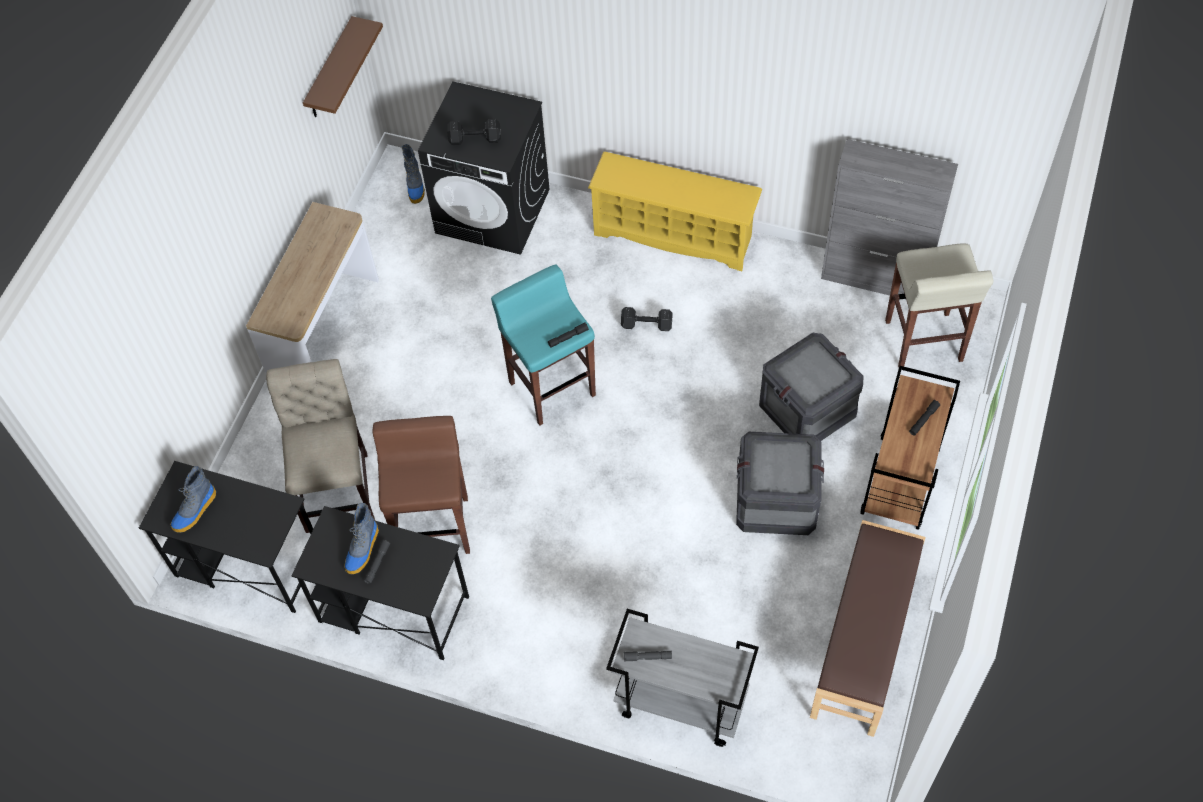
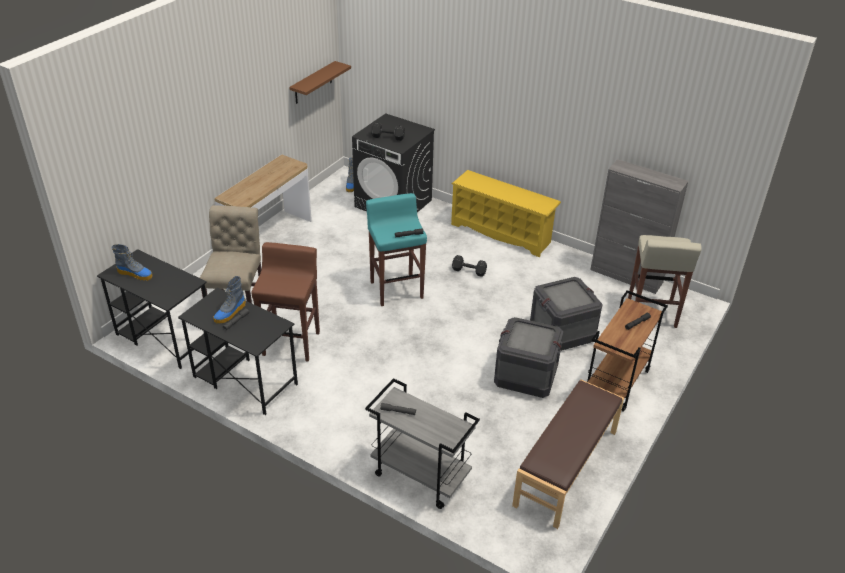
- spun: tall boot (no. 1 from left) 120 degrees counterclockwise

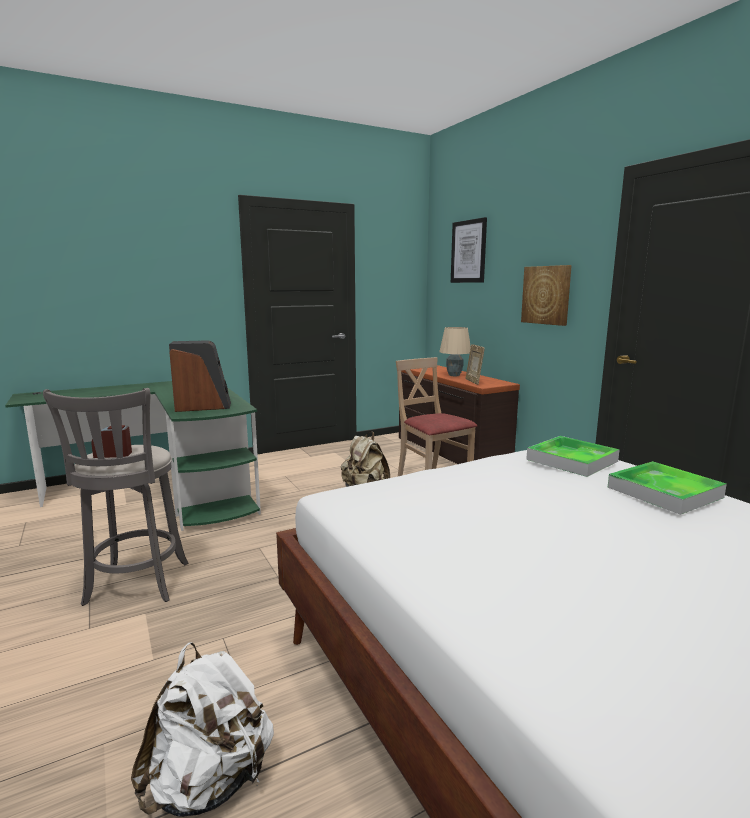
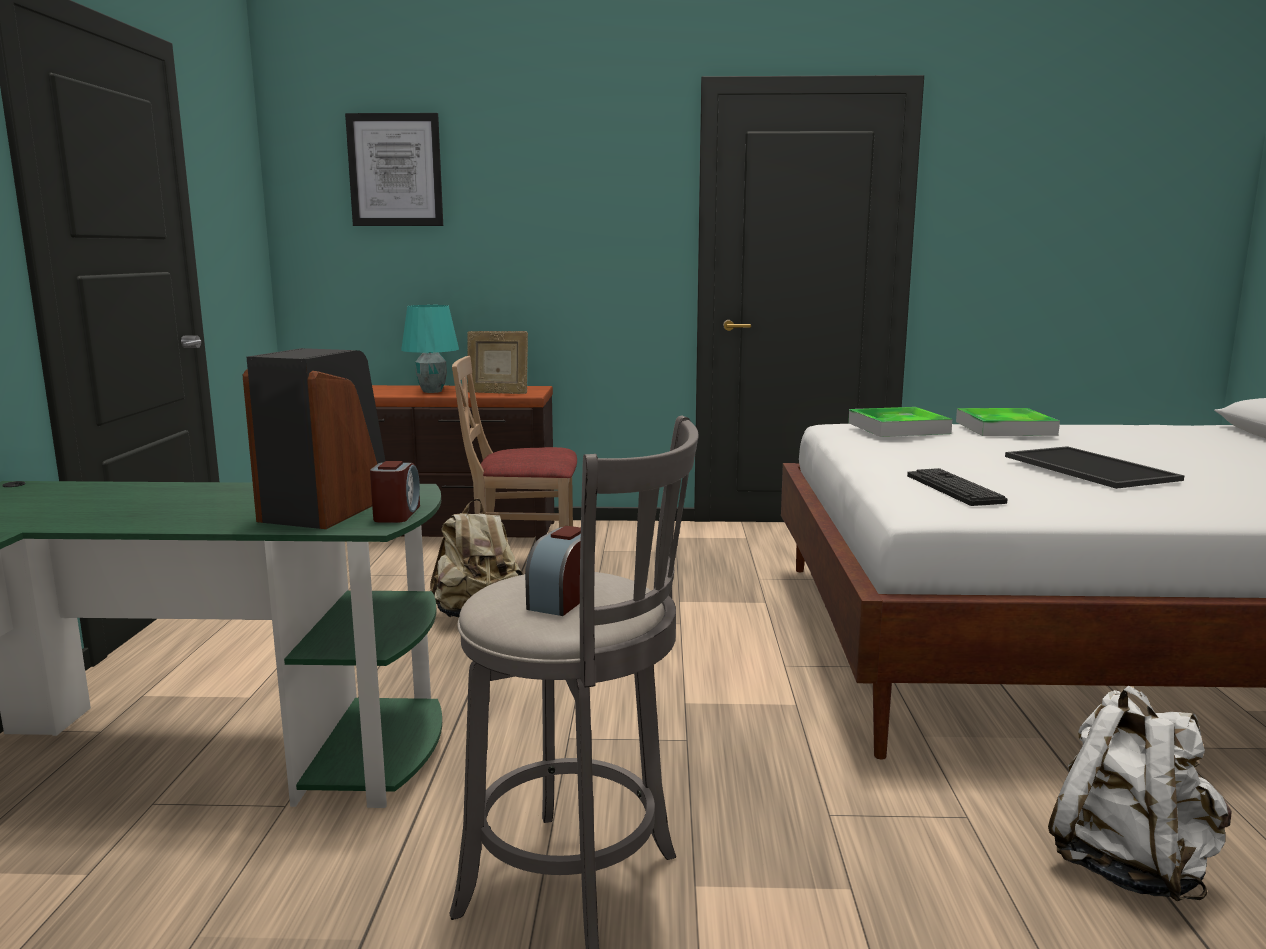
- appeared: alarm clock (no. 1 from left)
- colour: table lamp in beige-coloured to table lamp in turquoise
- appeared: computer keyboard
- appeared: serving tray (no. 3 from left)
- missing: wall picture (no. 2 from left)

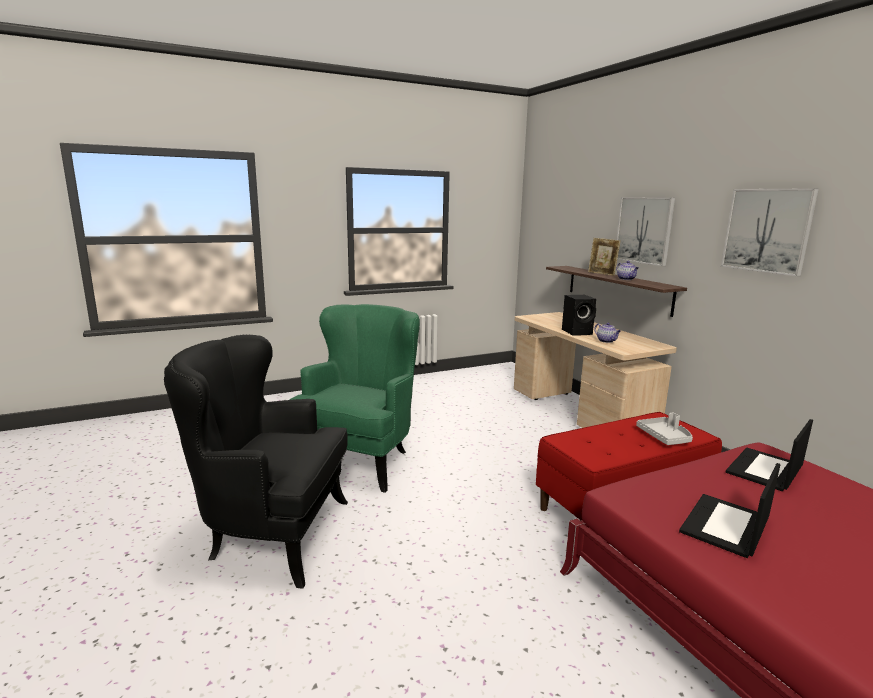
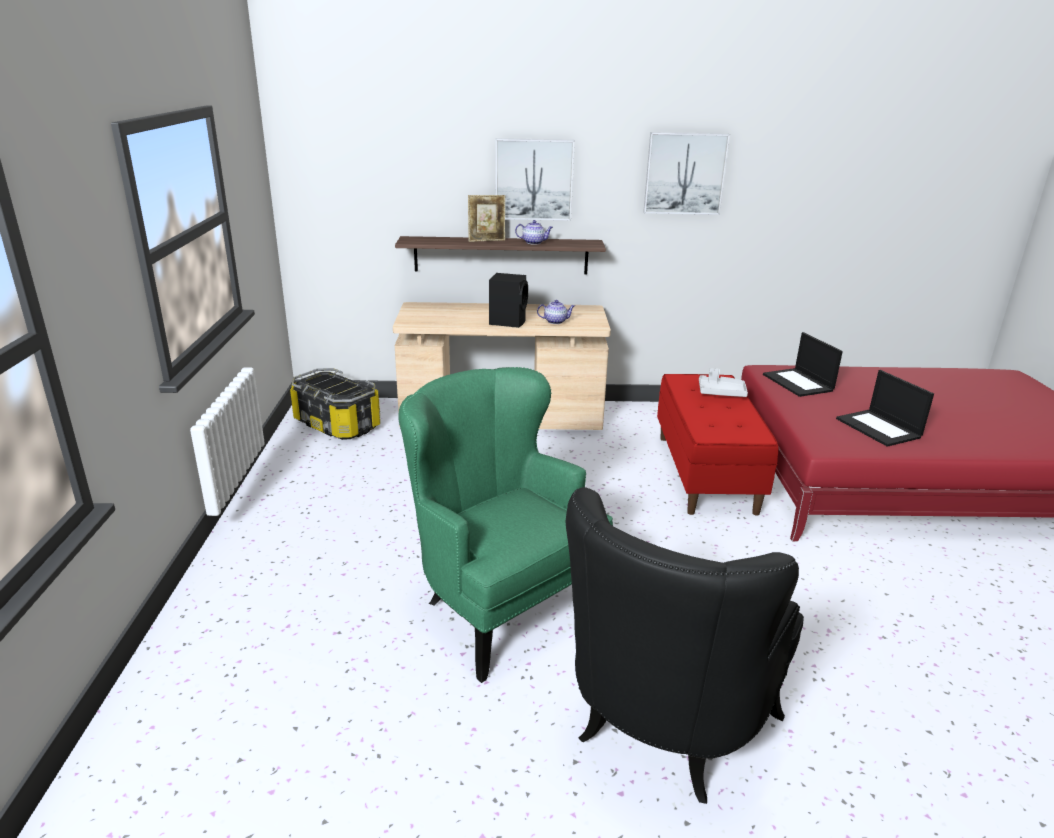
- appeared: storage bin

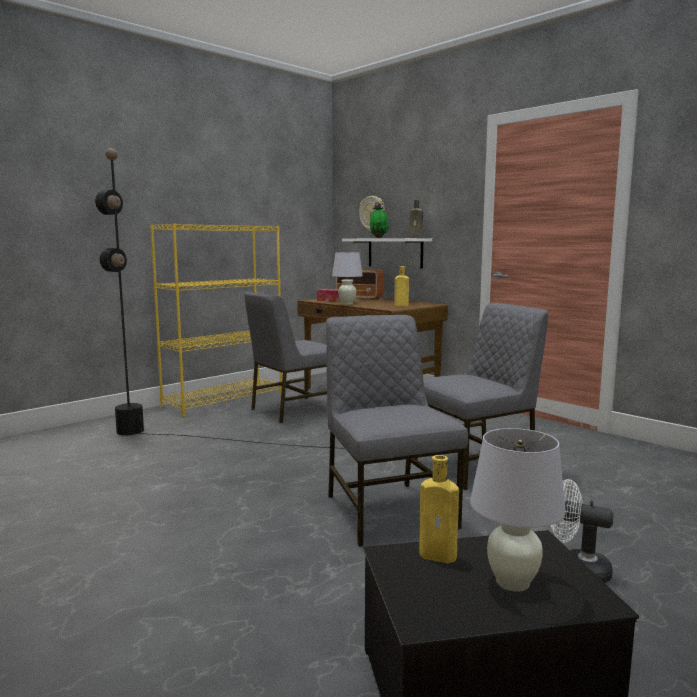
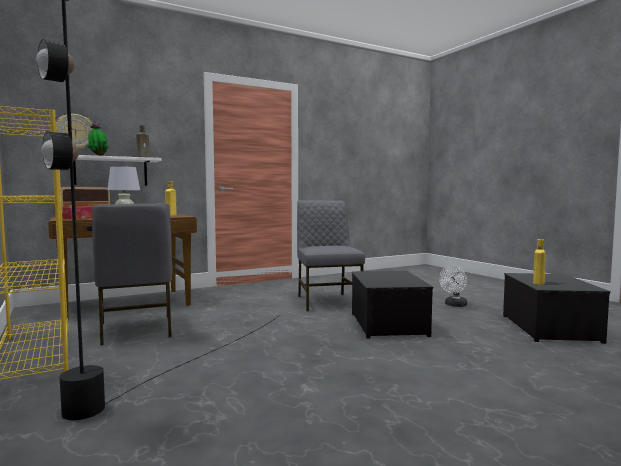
- exchanged: plain chair in grey (no. 2 from left) to storage bin (no. 1 from left)
- missing: table lamp in white-coloured (no. 2 from left)

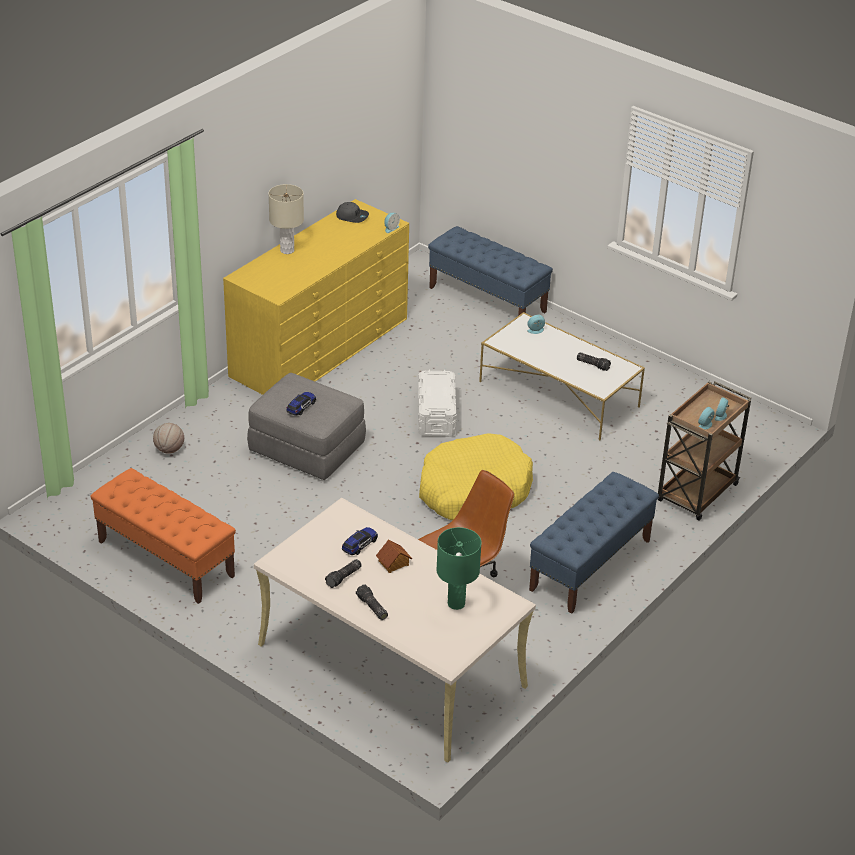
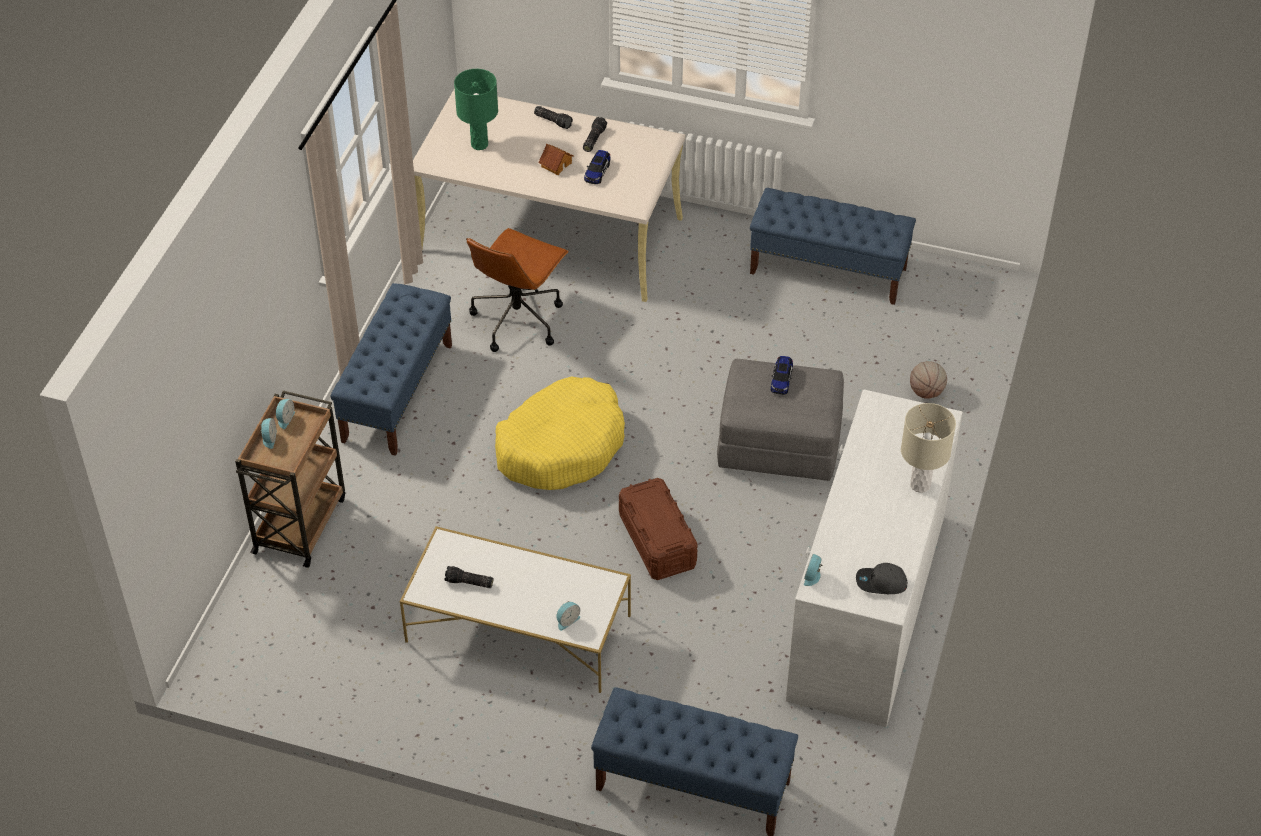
- colour: storage bin in white-coloured to storage bin in brown
- colour: indoor bench in orange-coloured to indoor bench in bluish (no. 3 from left)
- colour: dresser in yellowish to dresser in white-coloured

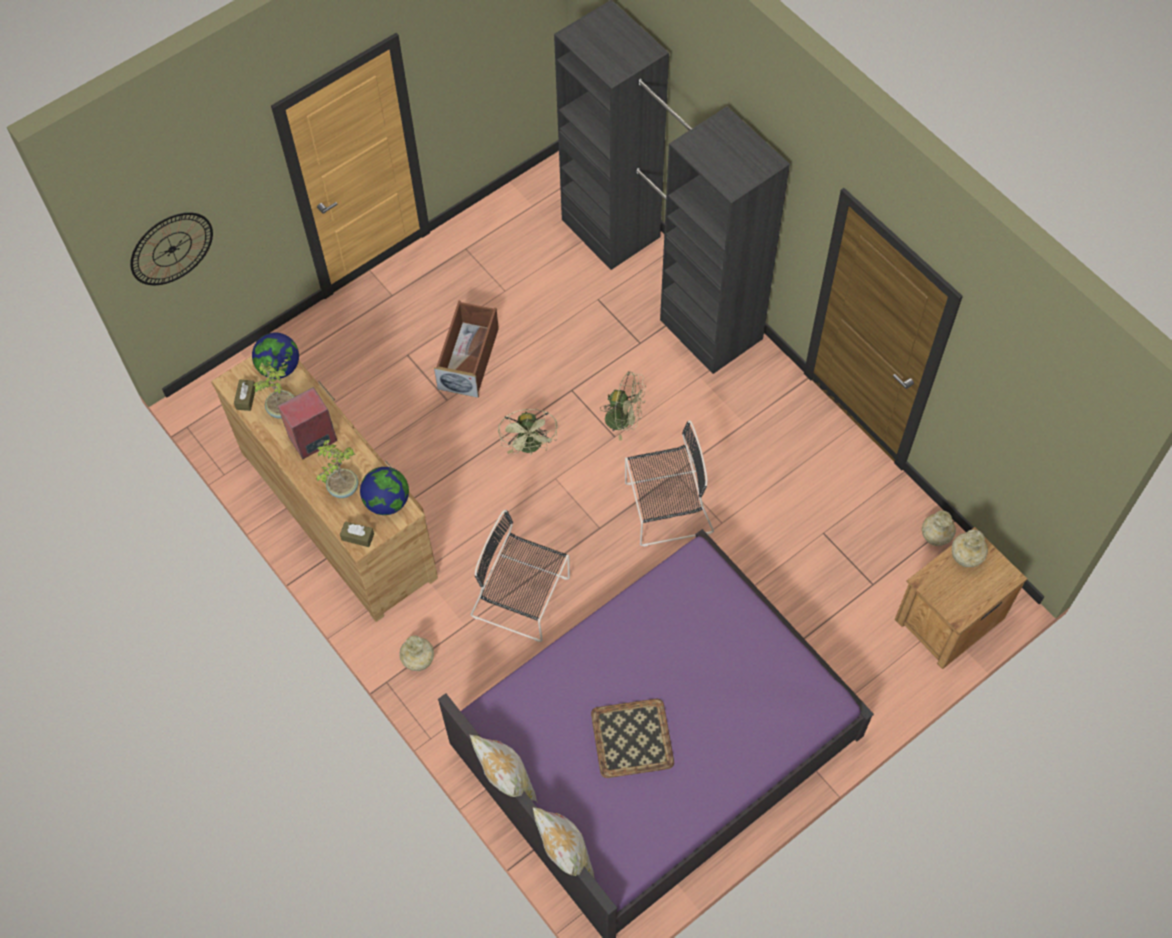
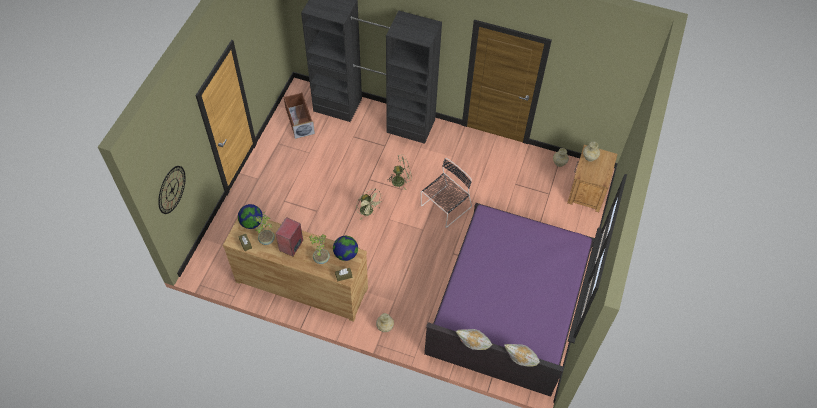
- relocated: storage bin in brown
- missing: plain chair in blackish (no. 1 from left)
- missing: serving tray

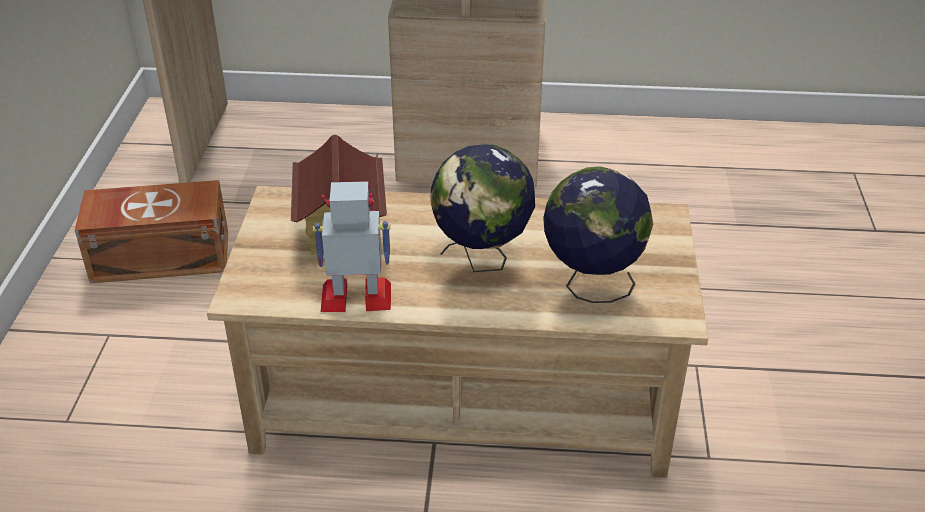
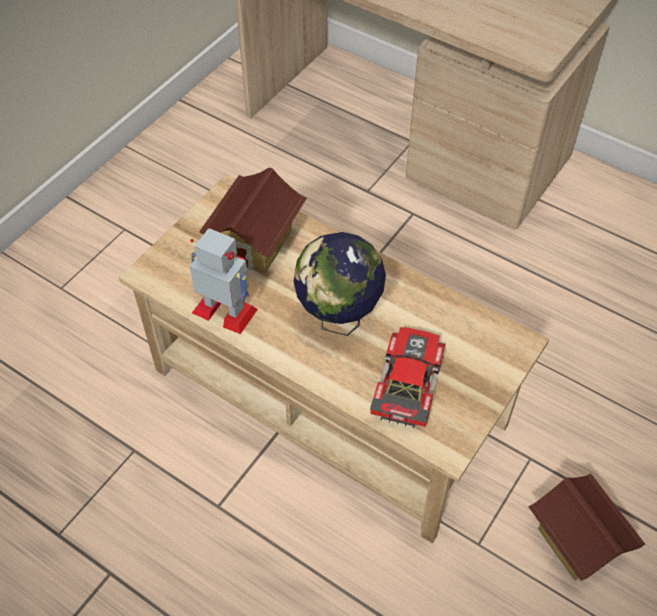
- exchanged: desk globe (no. 2 from left) to toy car
- appeared: miniature house (no. 2 from left)
- missing: storage bin in brown

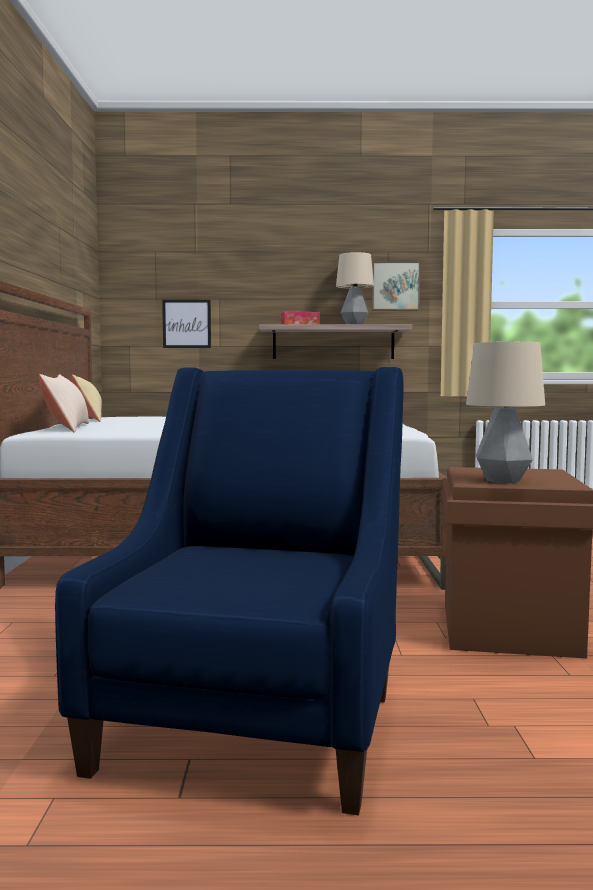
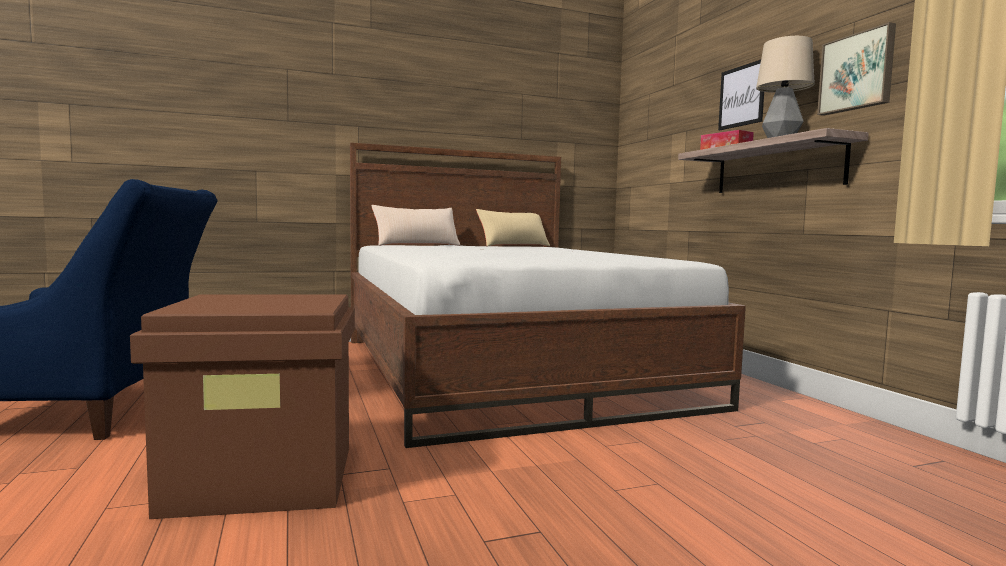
- relocated: wall picture (no. 1 from left)
- missing: table lamp (no. 2 from left)

